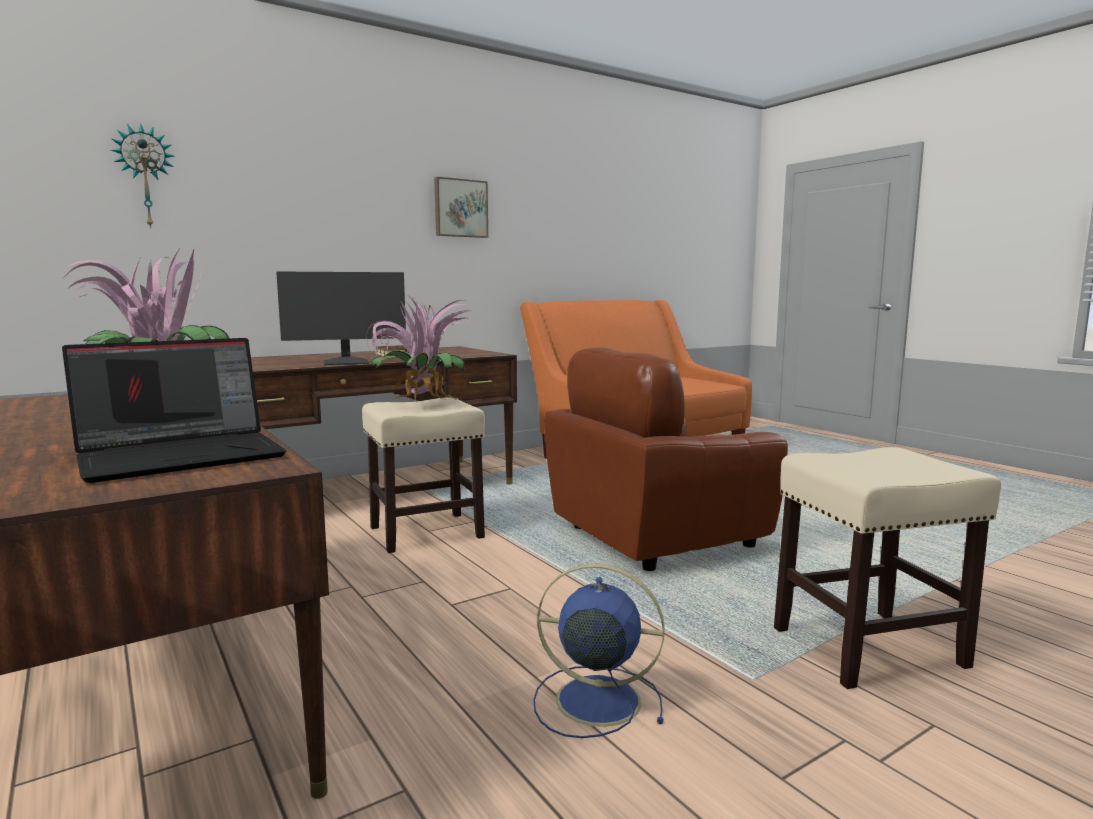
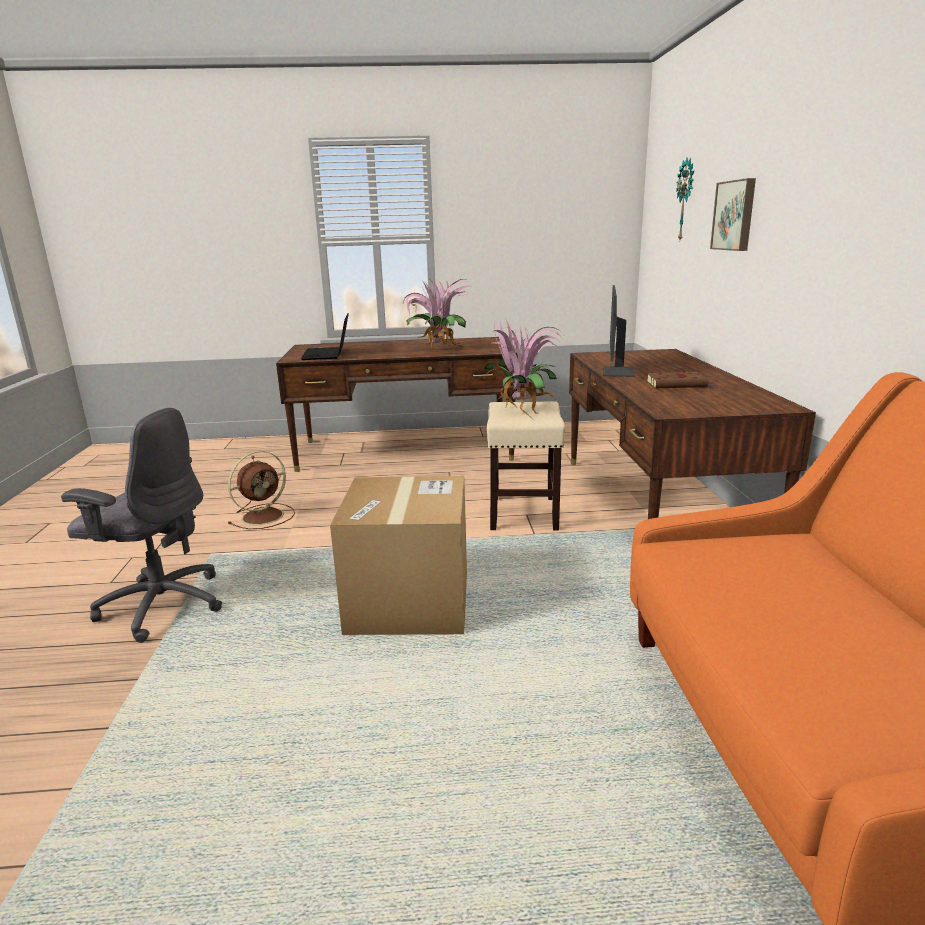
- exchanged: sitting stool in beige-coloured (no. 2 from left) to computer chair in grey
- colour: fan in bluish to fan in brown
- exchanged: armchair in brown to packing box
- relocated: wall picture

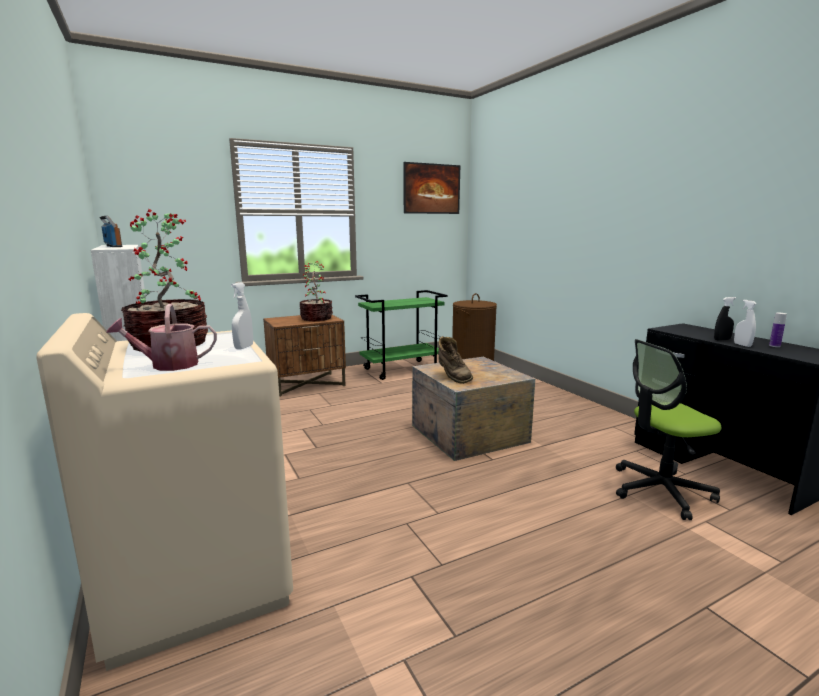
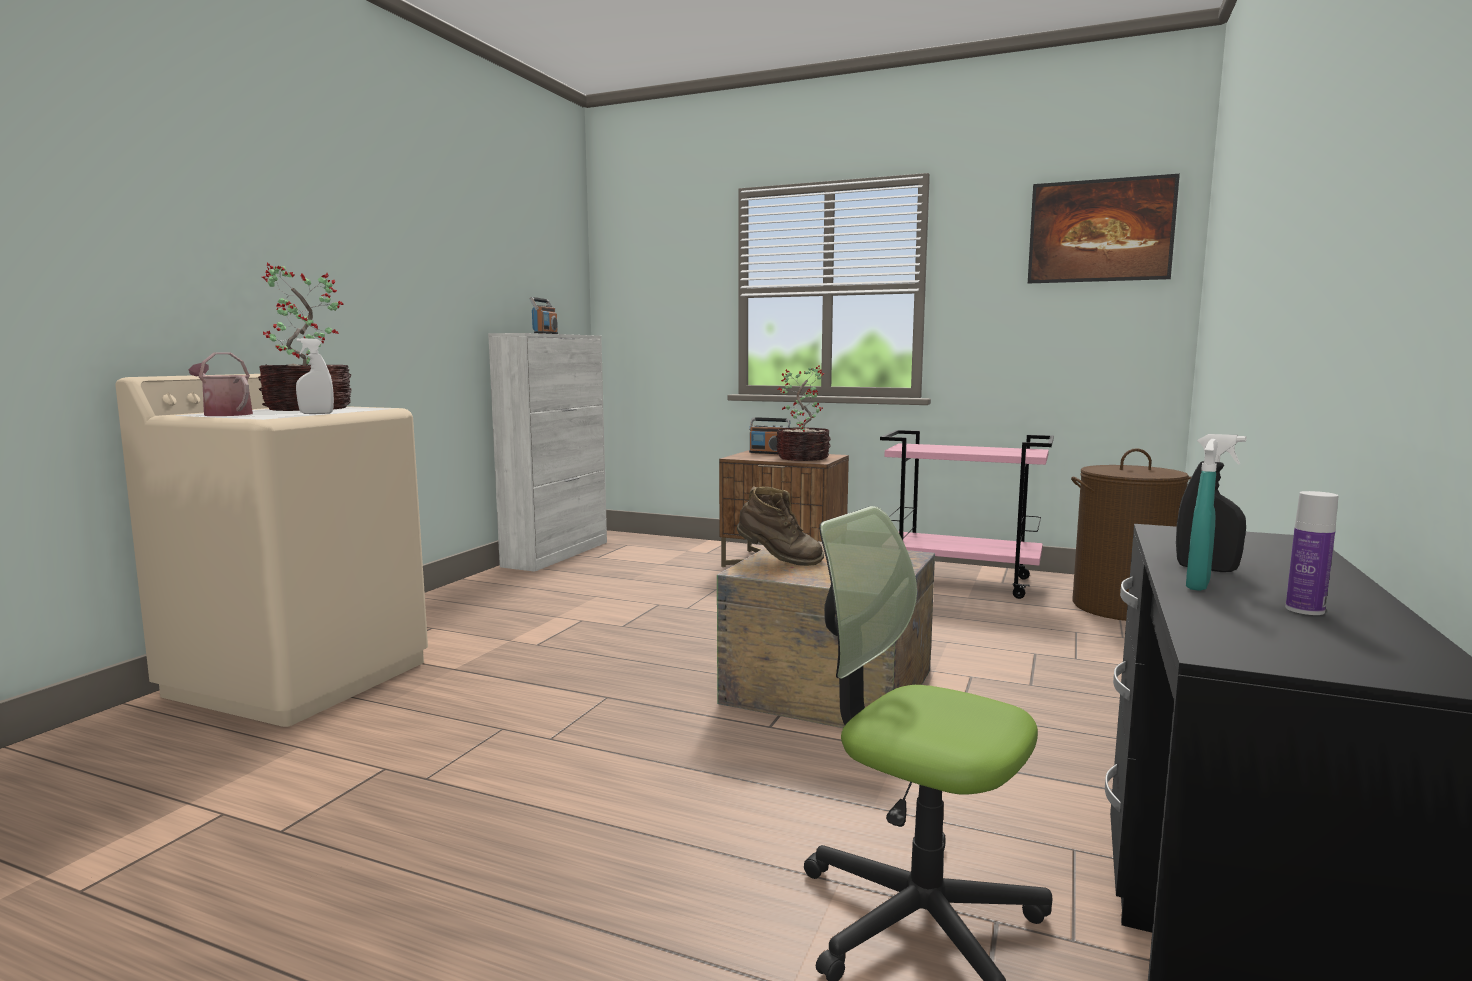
- spun: tall boot in brown 90 degrees counterclockwise
- appeared: radio set (no. 2 from left)
- colour: wheeled cart in greenish to wheeled cart in pink
- colour: hand sprayer in white-coloured (no. 2 from left) to hand sprayer in turquoise

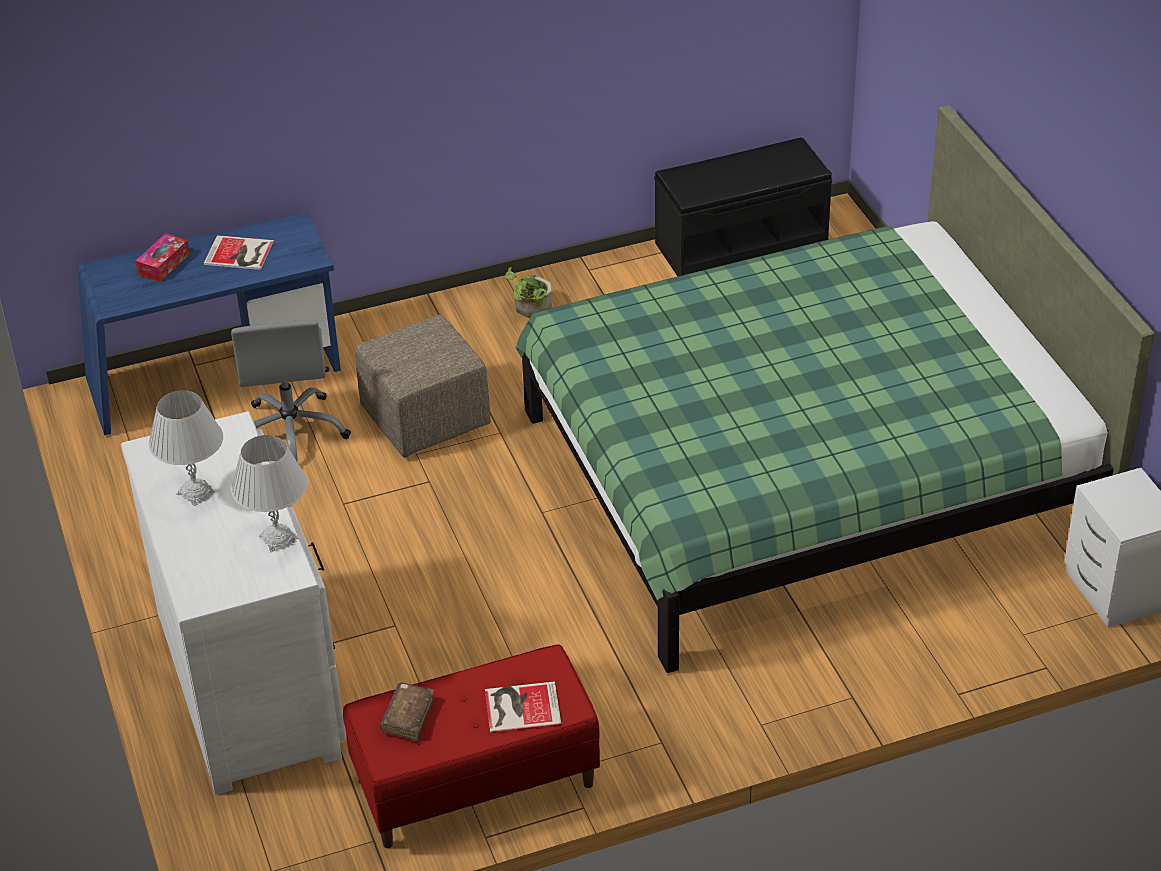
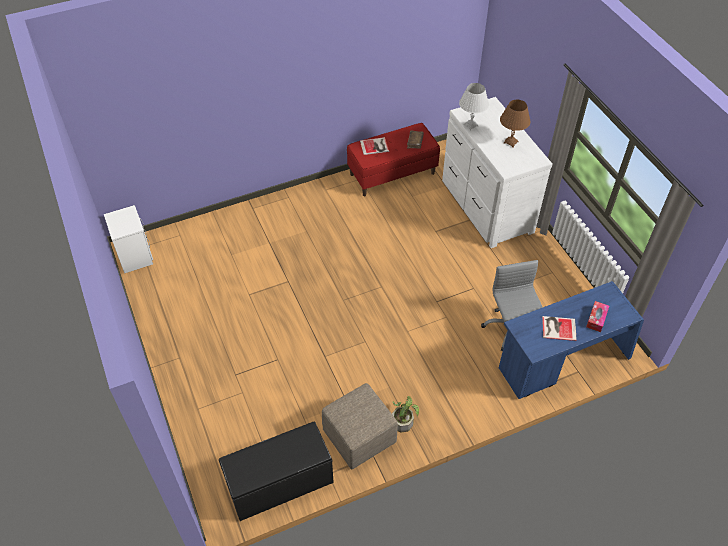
- relocated: footrest in beige-coloured
- colour: table lamp in white-coloured (no. 1 from left) to table lamp in brown
- missing: bedroom bed in greenish

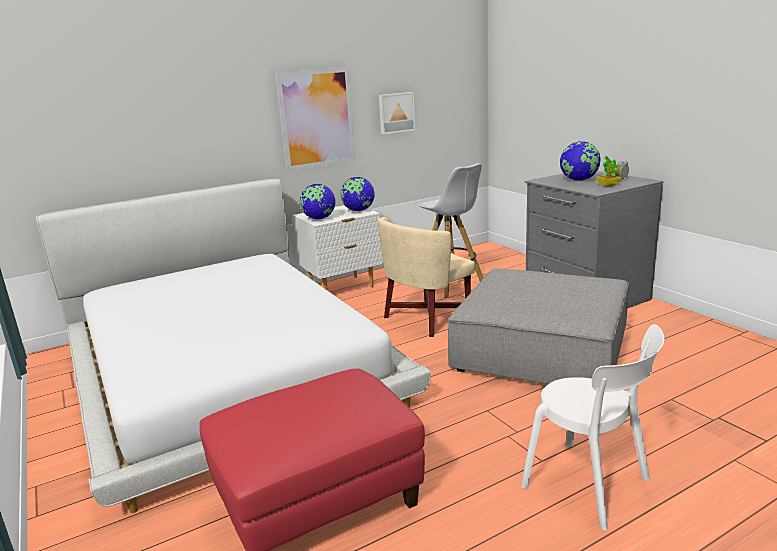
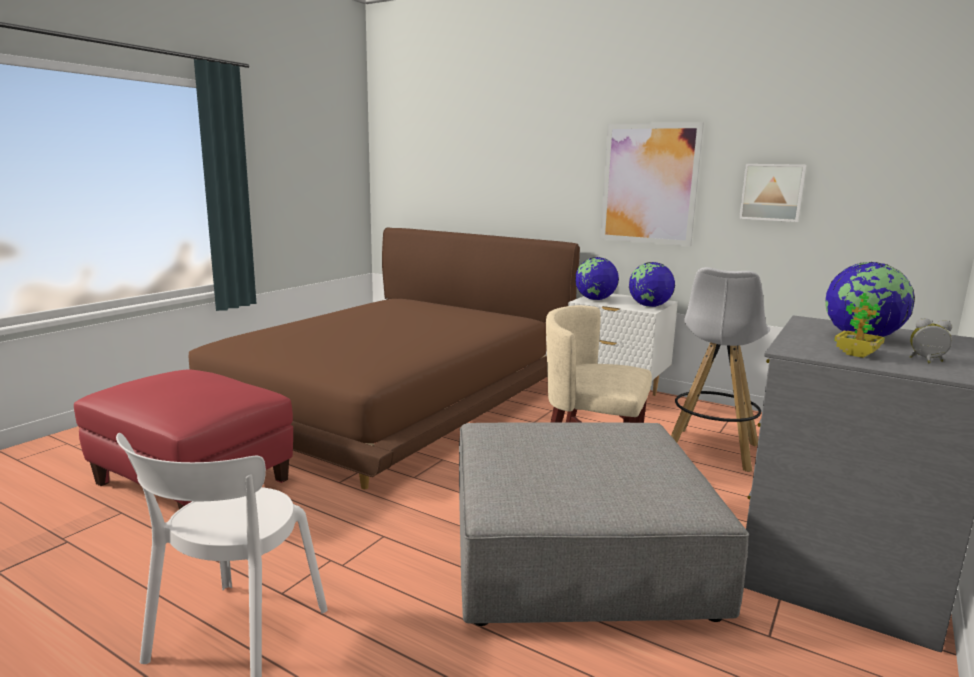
- colour: bedroom bed in white-coloured to bedroom bed in brown

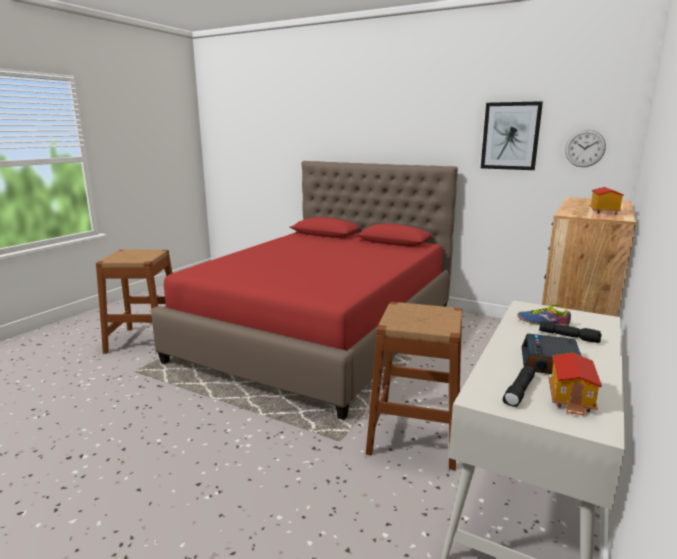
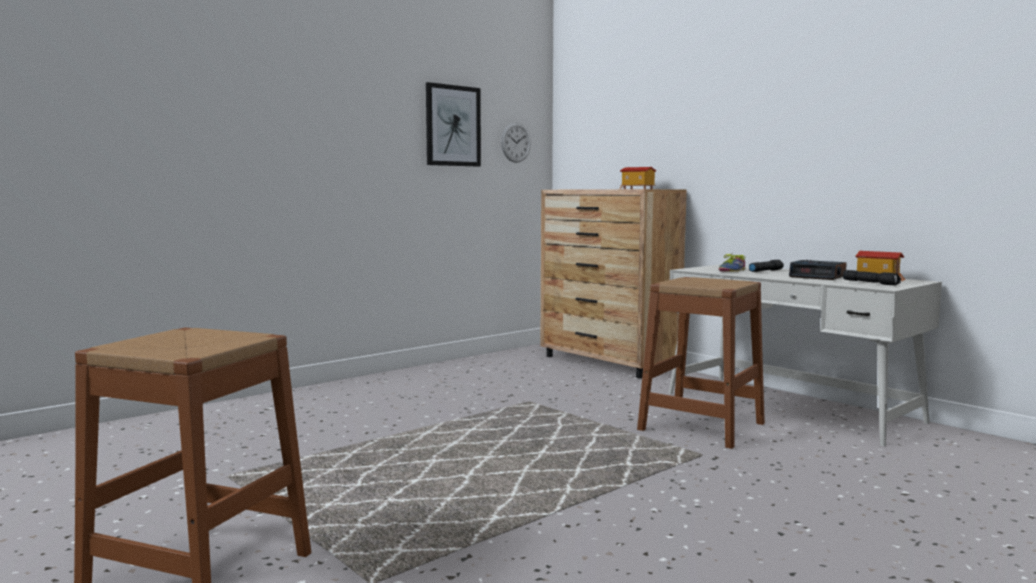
- missing: bedroom bed in reddish

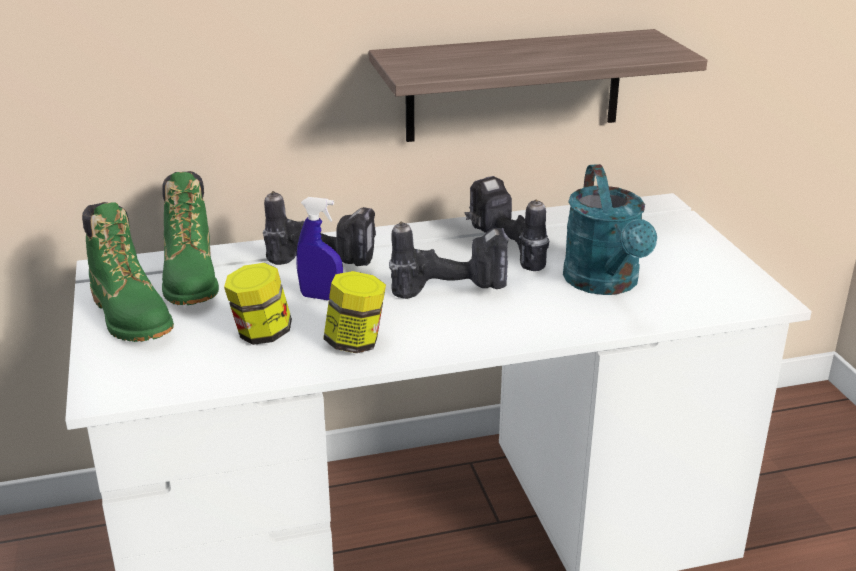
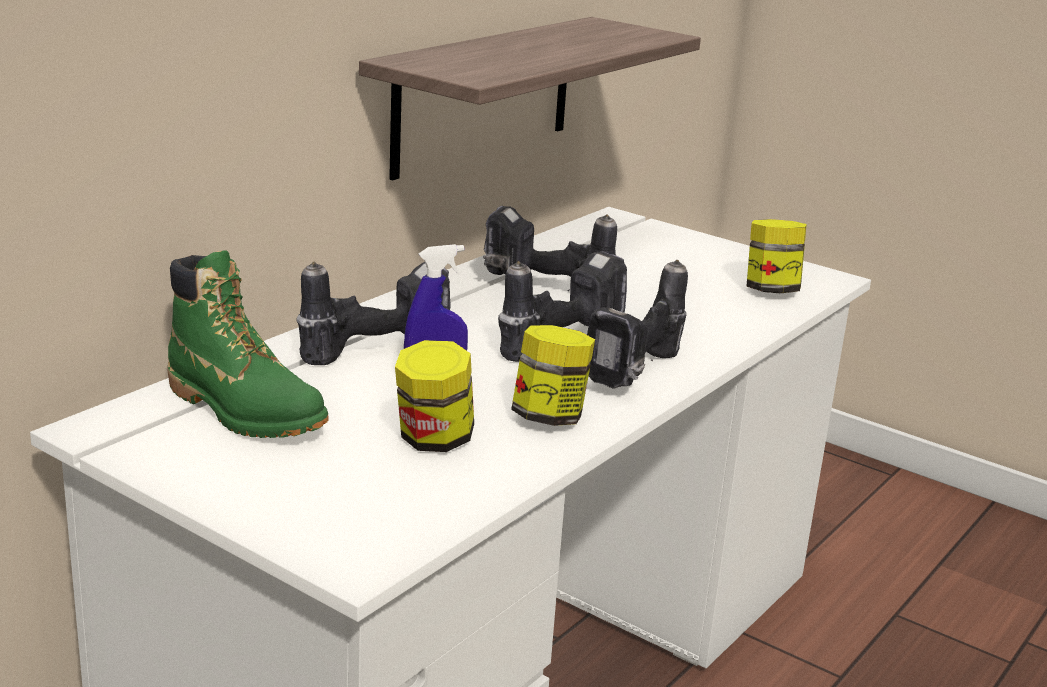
- appeared: power drill (no. 4 from left)
- appeared: preserve jar (no. 3 from left)
- missing: tall boot in greenish (no. 1 from left)
- missing: watering pot in turquoise

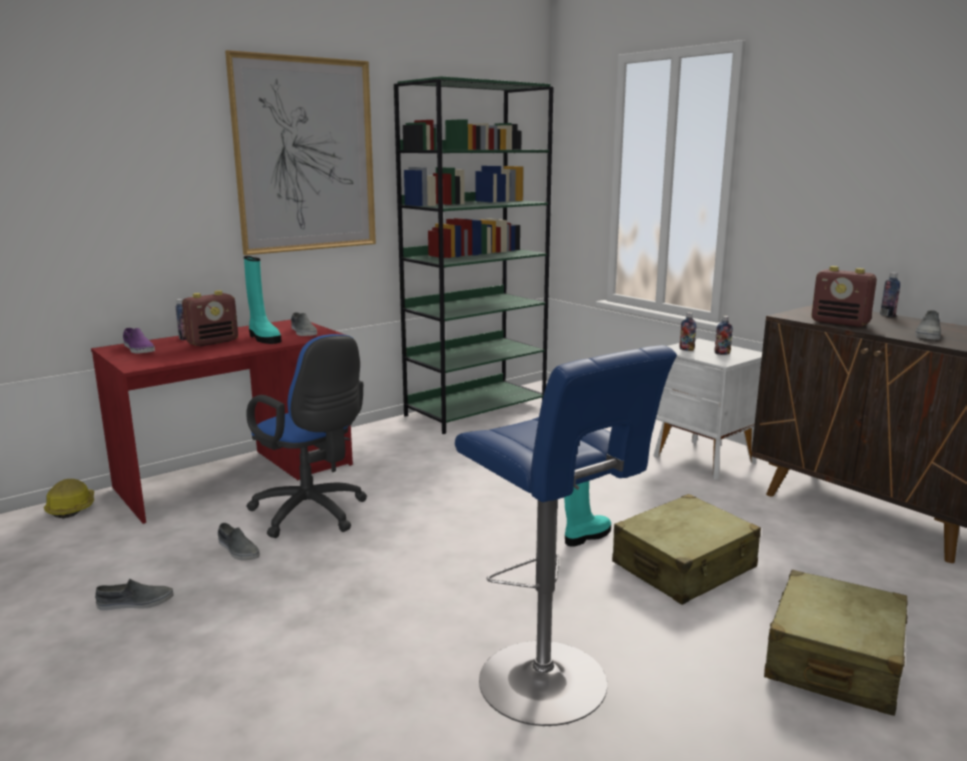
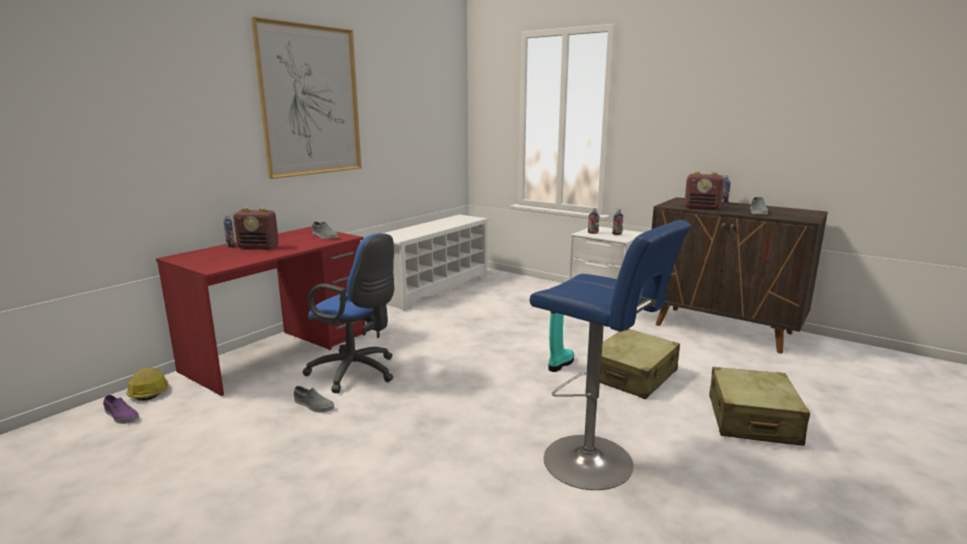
- relocated: shoe in purple-coloured
- spun: radio set (no. 1 from left) 60 degrees clockwise
- exchanged: bookcase in greenish to shoe shelf in white-coloured
- missing: shoe in grey (no. 1 from left)
- missing: tall boot in turquoise (no. 1 from left)

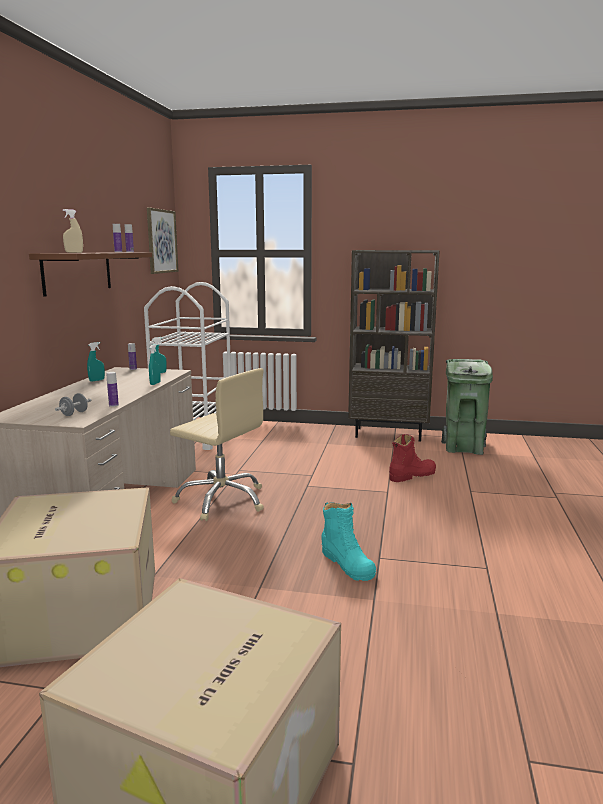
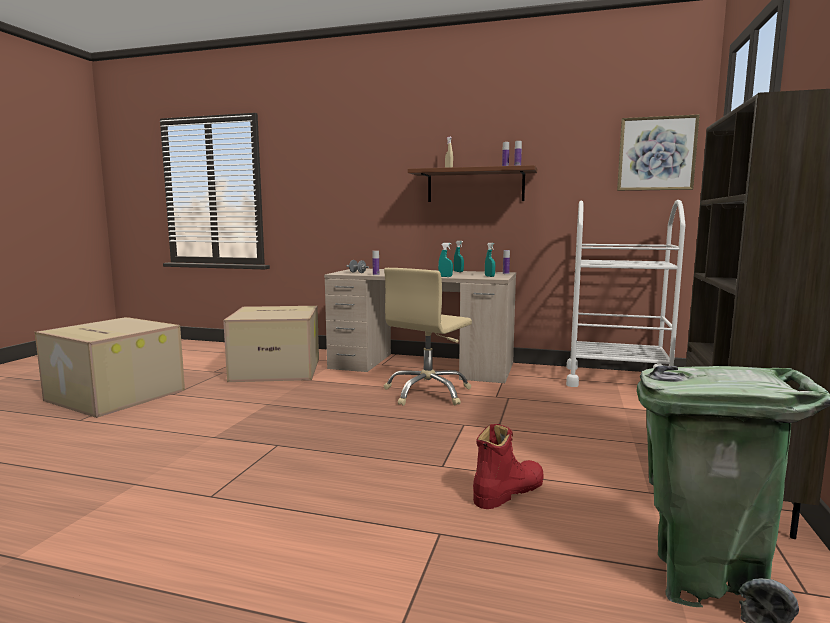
- spun: tall boot in reddish 105 degrees counterclockwise
- missing: tall boot in turquoise

